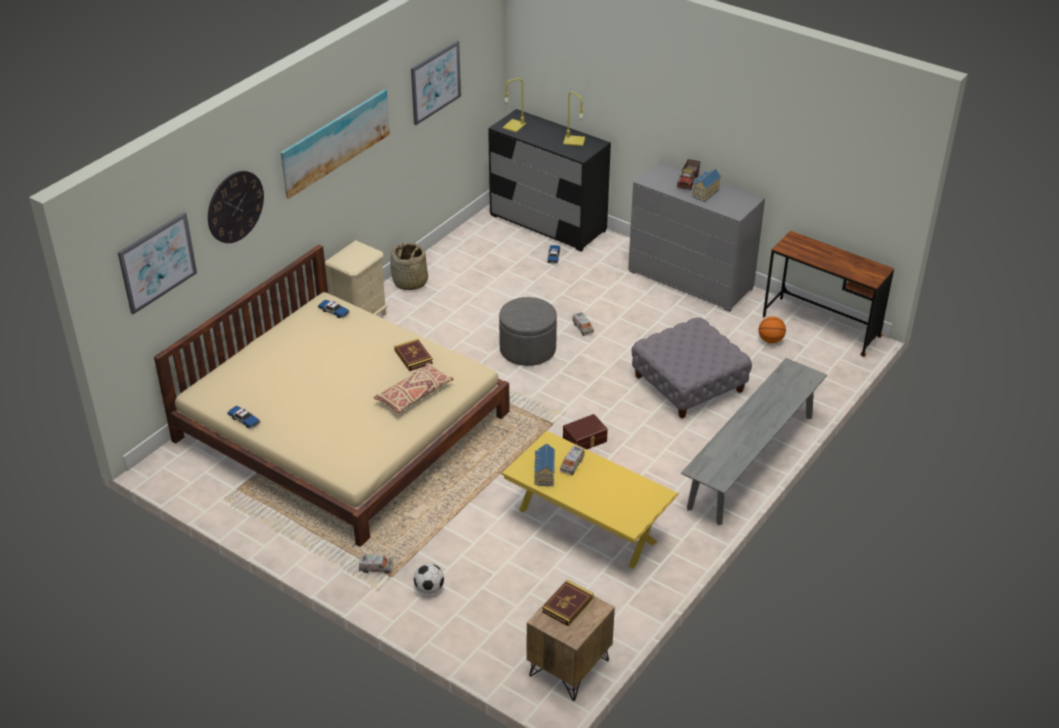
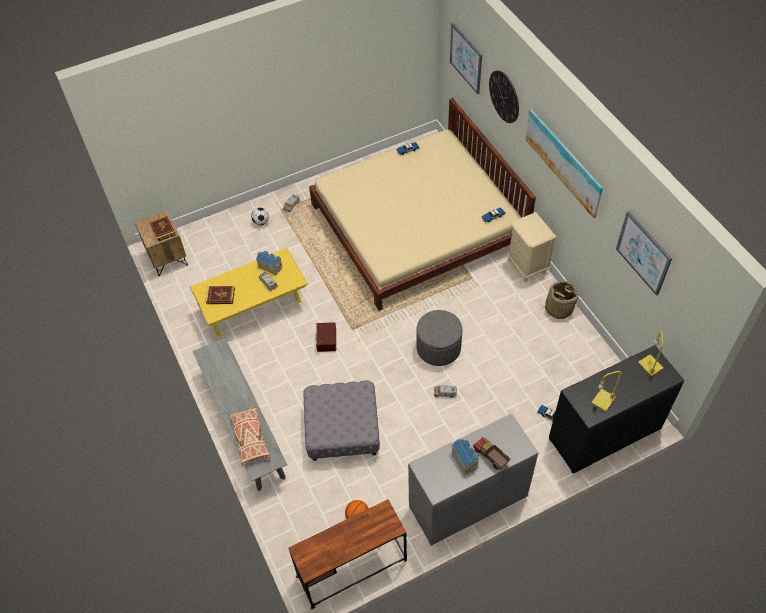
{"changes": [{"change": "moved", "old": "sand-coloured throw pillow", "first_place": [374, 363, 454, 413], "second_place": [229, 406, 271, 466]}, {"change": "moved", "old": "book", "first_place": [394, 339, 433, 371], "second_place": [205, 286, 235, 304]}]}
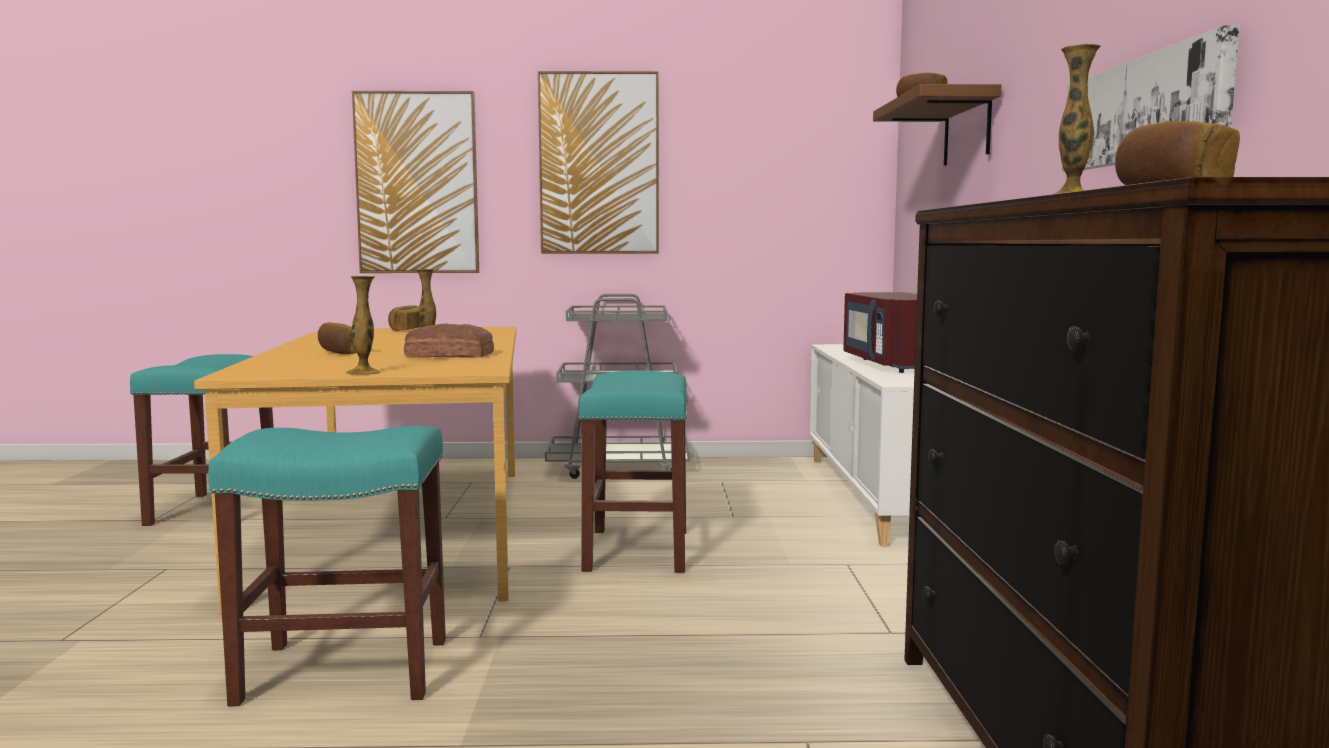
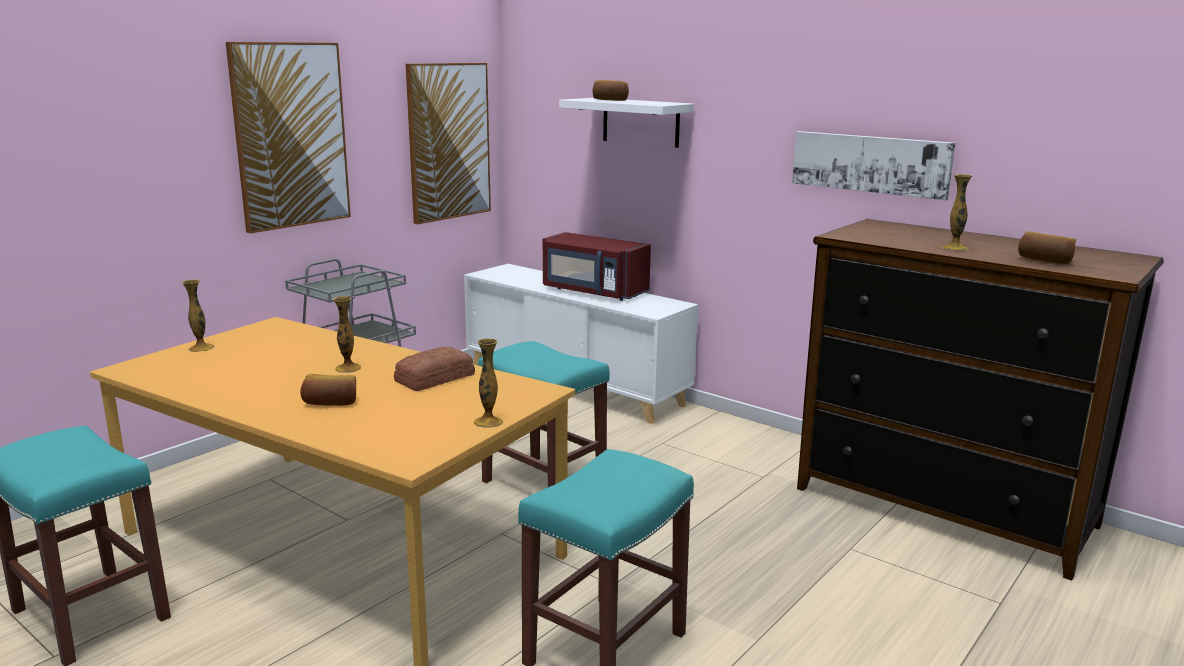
{"changes": [{"change": "moved", "old": "picture", "first_place": [352, 91, 479, 273], "second_place": [406, 63, 491, 224]}, {"change": "replaced", "old": "bread", "new": "decorative vase", "first_place": [388, 306, 423, 331], "second_place": [181, 279, 215, 352]}, {"change": "recoloured", "old": "brown shelf", "new": "white shelf", "first_place": [873, 84, 1001, 166], "second_place": [559, 98, 694, 148]}]}
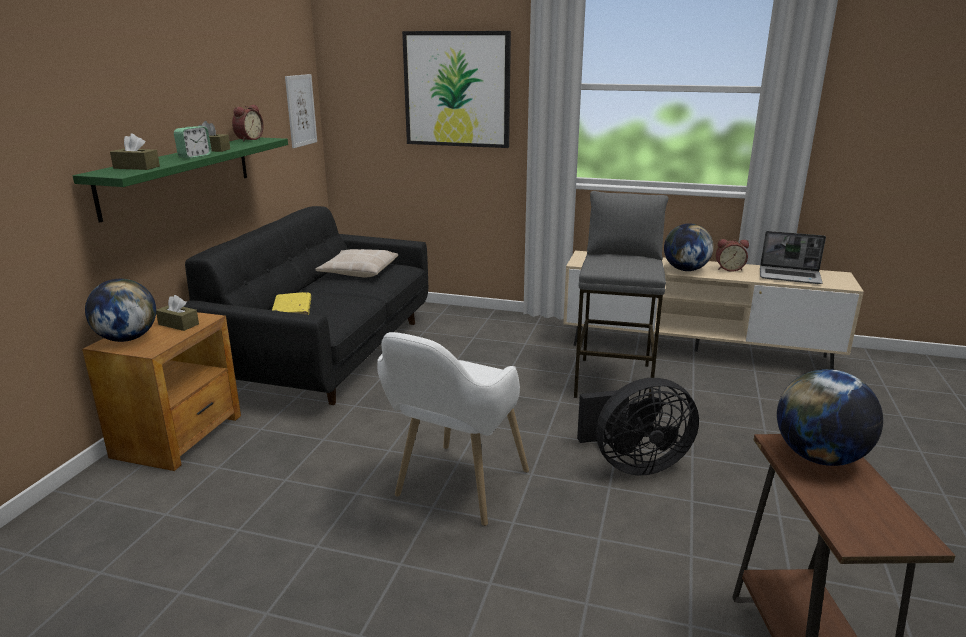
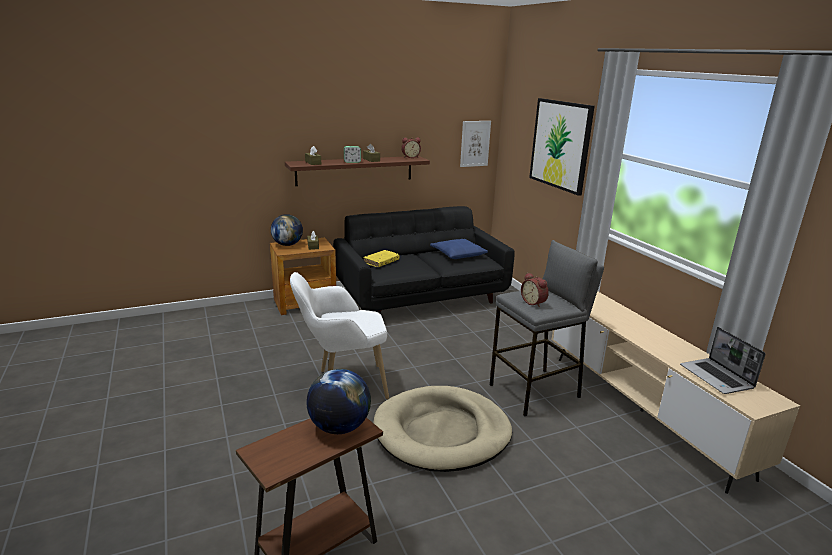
{"changes": [{"change": "recoloured", "old": "green-coloured shelf", "new": "brown shelf", "first_place": [73, 137, 288, 223], "second_place": [285, 156, 430, 186]}, {"change": "recoloured", "old": "sand-coloured throw pillow", "new": "bluish throw pillow", "first_place": [316, 249, 398, 277], "second_place": [430, 239, 488, 259]}, {"change": "replaced", "old": "black-coloured fan", "new": "sand-coloured dog cushion", "first_place": [577, 378, 699, 476], "second_place": [373, 386, 512, 472]}, {"change": "removed", "old": "world globe", "first_place": [664, 224, 714, 271]}, {"change": "moved", "old": "table clock", "first_place": [716, 239, 749, 272], "second_place": [521, 273, 549, 308]}]}
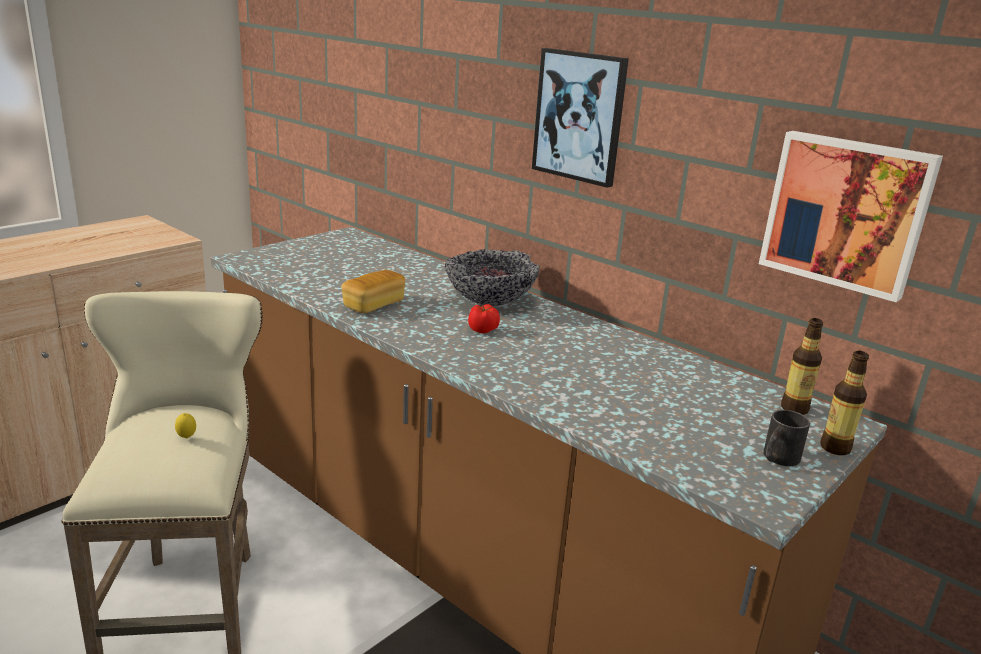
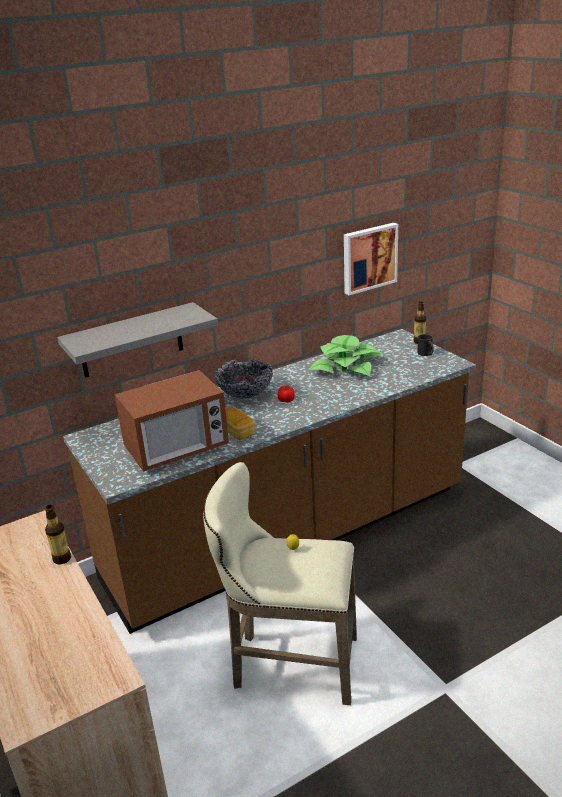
{"changes": [{"change": "removed", "old": "picture", "first_place": [532, 48, 629, 188]}, {"change": "moved", "old": "bottle", "first_place": [781, 318, 824, 415], "second_place": [45, 505, 71, 564]}, {"change": "added", "new": "greyish shelf", "second_place": [57, 302, 218, 378]}, {"change": "added", "new": "microwave oven", "second_place": [115, 370, 229, 472]}, {"change": "added", "new": "plant in a pot", "second_place": [310, 335, 383, 376]}]}
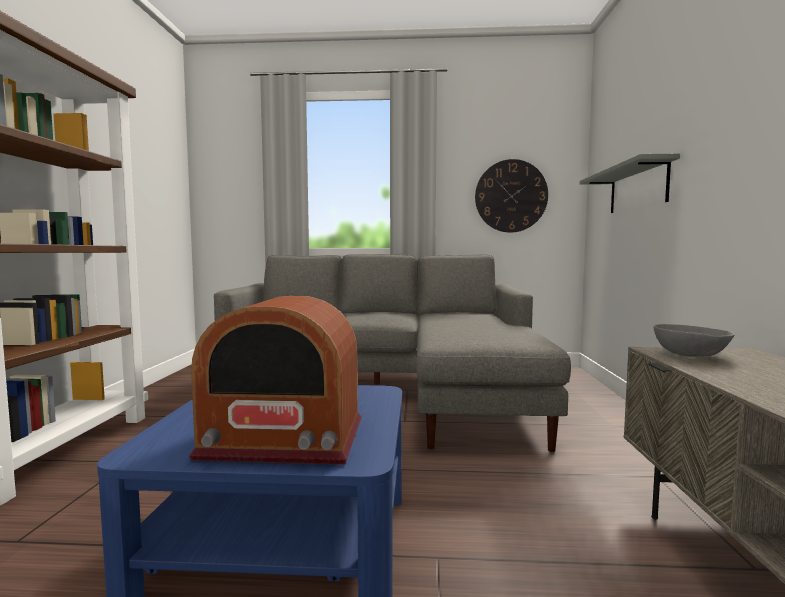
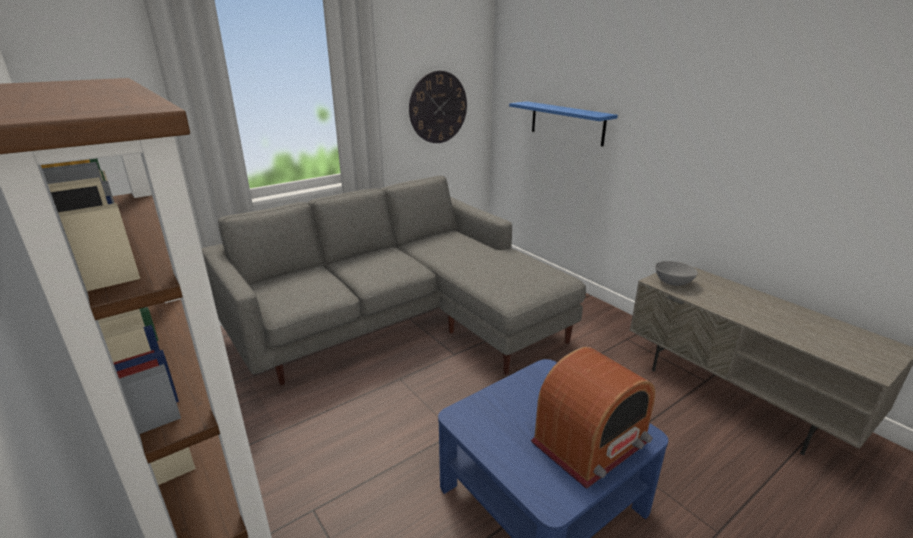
{"changes": [{"change": "recoloured", "old": "greyish shelf", "new": "bluish shelf", "first_place": [579, 154, 680, 213], "second_place": [509, 101, 618, 146]}]}
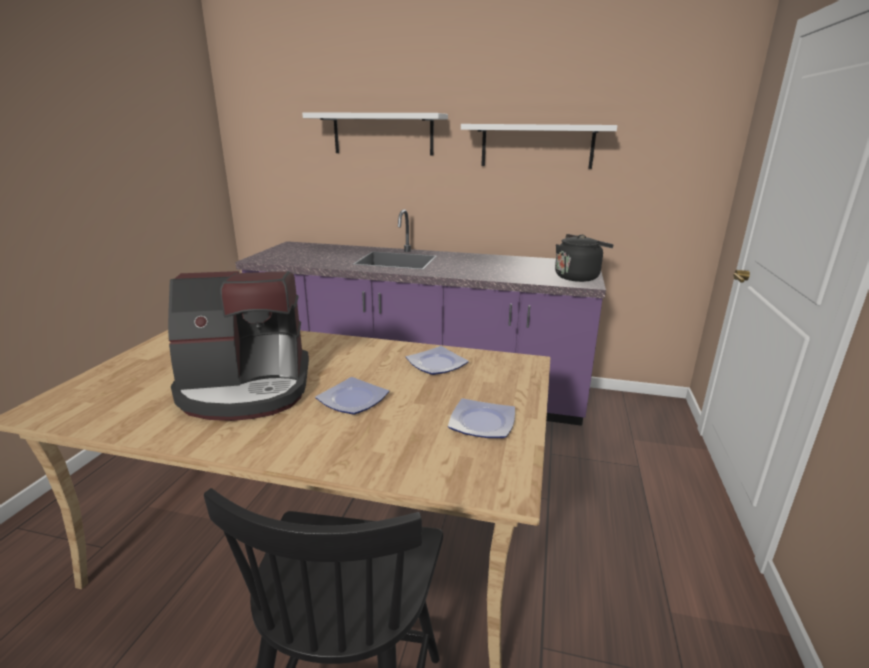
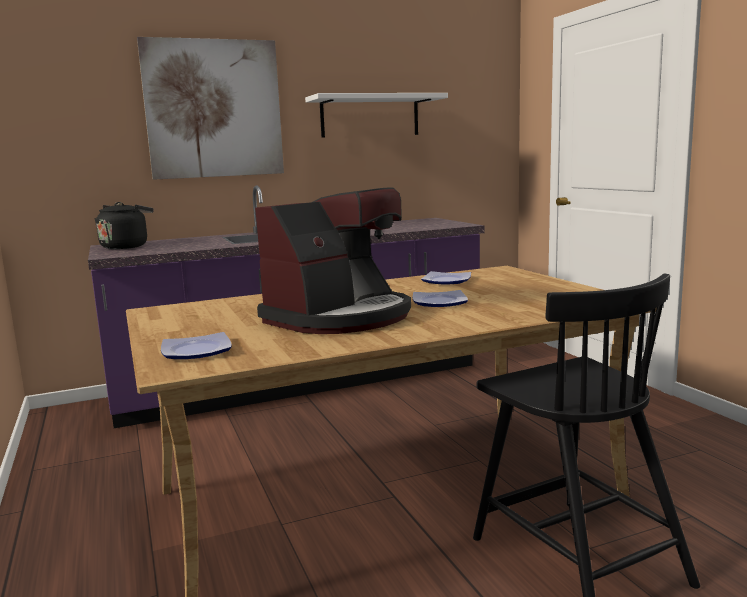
{"changes": [{"change": "replaced", "old": "white shelf", "new": "picture", "first_place": [302, 112, 448, 155], "second_place": [137, 37, 284, 180]}, {"change": "moved", "old": "dinner plate", "first_place": [448, 398, 515, 438], "second_place": [161, 332, 232, 359]}, {"change": "moved", "old": "black-coloured tea kettle", "first_place": [555, 234, 614, 282], "second_place": [94, 202, 154, 249]}]}
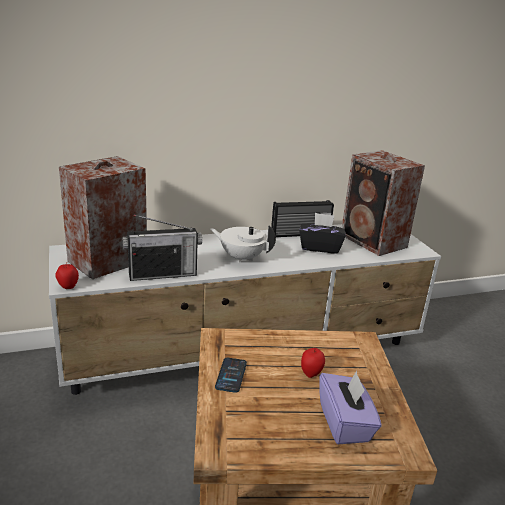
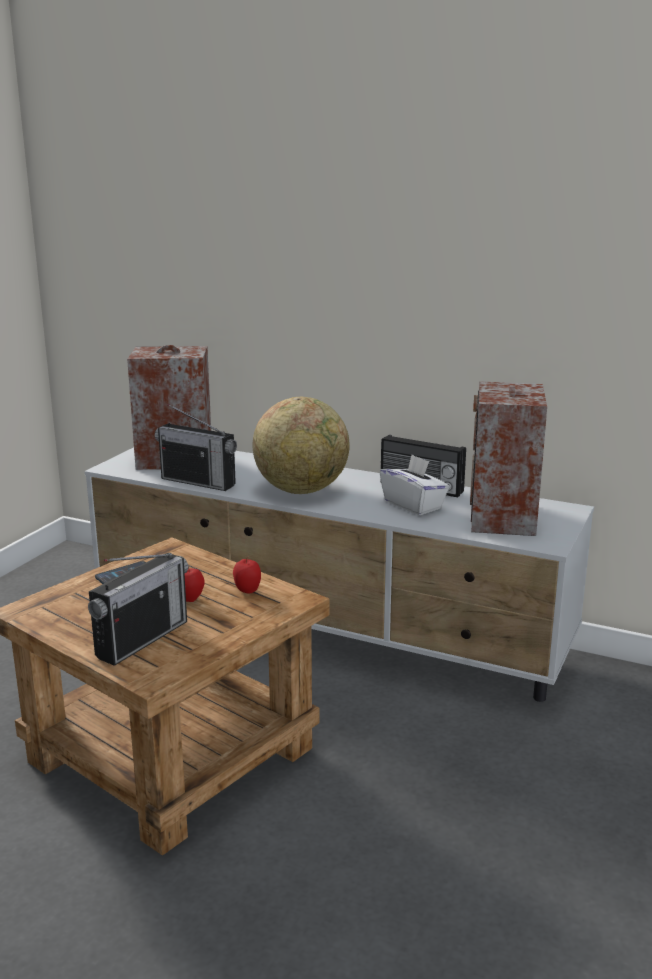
{"changes": [{"change": "moved", "old": "whole apple", "first_place": [55, 262, 79, 289], "second_place": [233, 556, 261, 594]}, {"change": "replaced", "old": "white pot for tea", "new": "world globe", "first_place": [211, 225, 276, 263], "second_place": [253, 397, 349, 494]}, {"change": "recoloured", "old": "black-coloured tissue box", "new": "white tissue box", "first_place": [299, 213, 346, 254], "second_place": [380, 454, 450, 515]}, {"change": "replaced", "old": "purplish tissue box", "new": "radio set", "first_place": [319, 371, 382, 444], "second_place": [88, 553, 188, 666]}]}
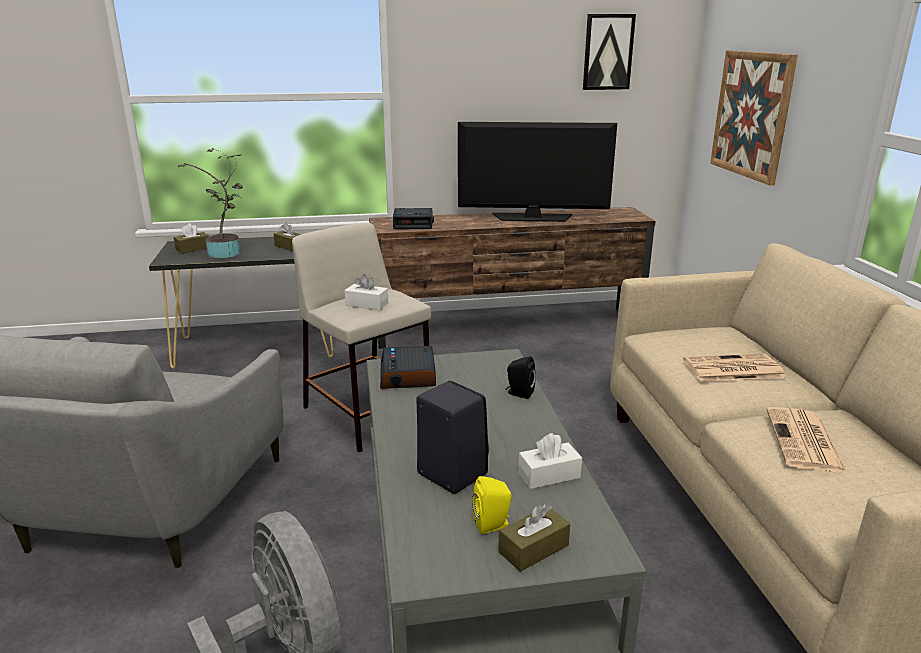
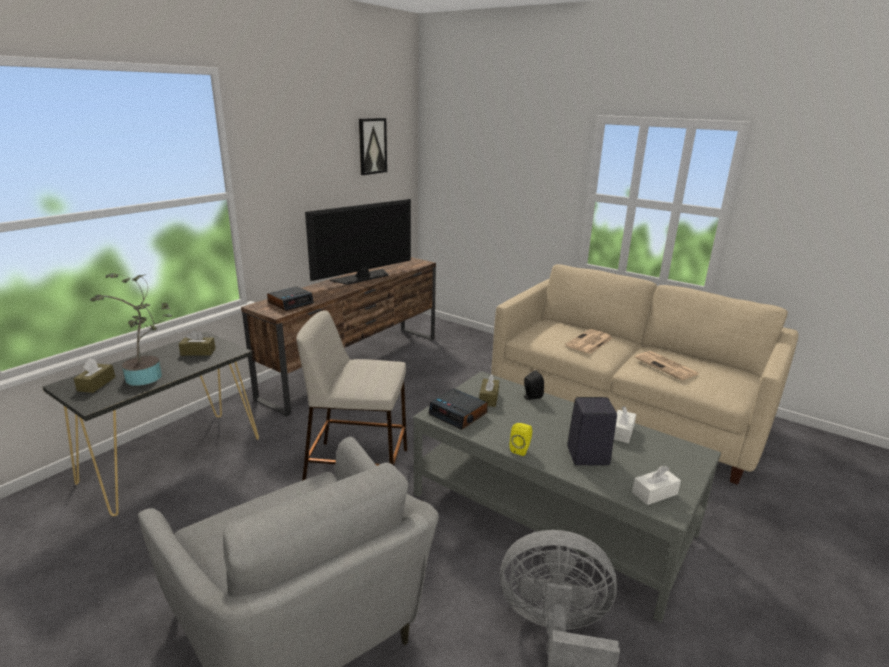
{"changes": [{"change": "moved", "old": "white tissue box", "first_place": [345, 274, 388, 310], "second_place": [632, 466, 681, 505]}, {"change": "moved", "old": "yellow audio speaker", "first_place": [472, 476, 512, 534], "second_place": [510, 423, 532, 456]}, {"change": "moved", "old": "brown tissue box", "first_place": [498, 504, 570, 572], "second_place": [479, 374, 499, 407]}, {"change": "removed", "old": "picture", "first_place": [710, 50, 798, 186]}]}
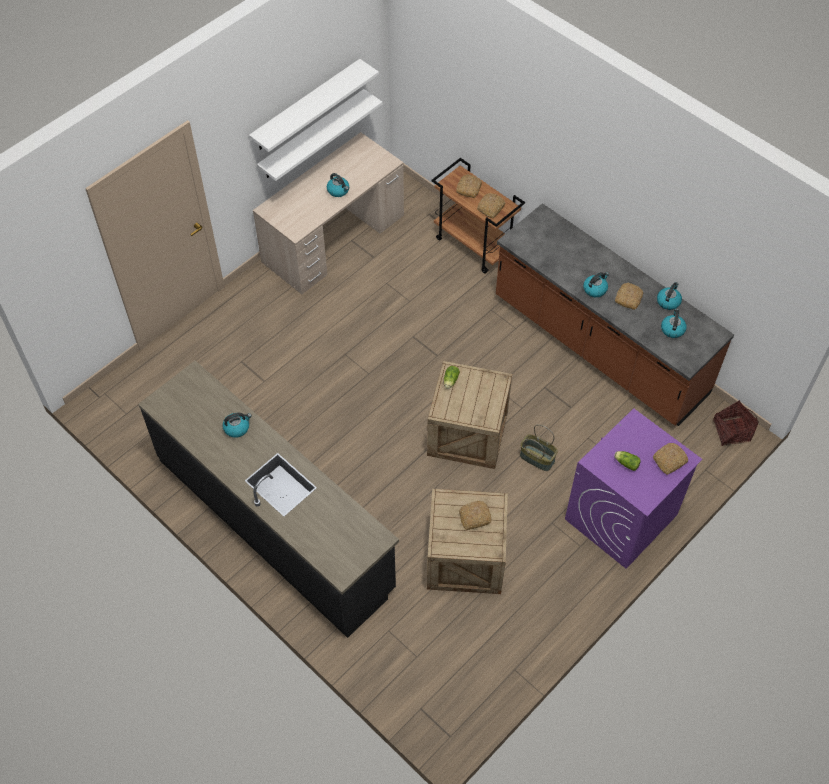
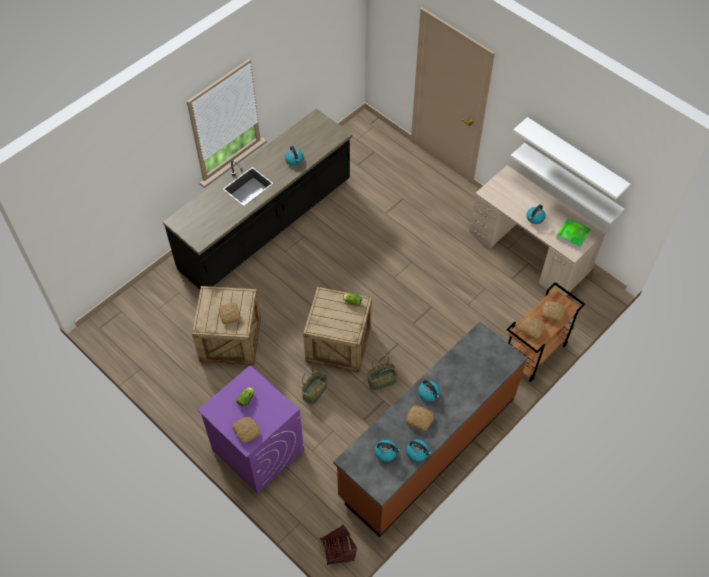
{"changes": [{"change": "added", "new": "storage basket", "second_place": [367, 355, 398, 390]}, {"change": "added", "new": "tray", "second_place": [556, 218, 591, 249]}]}
